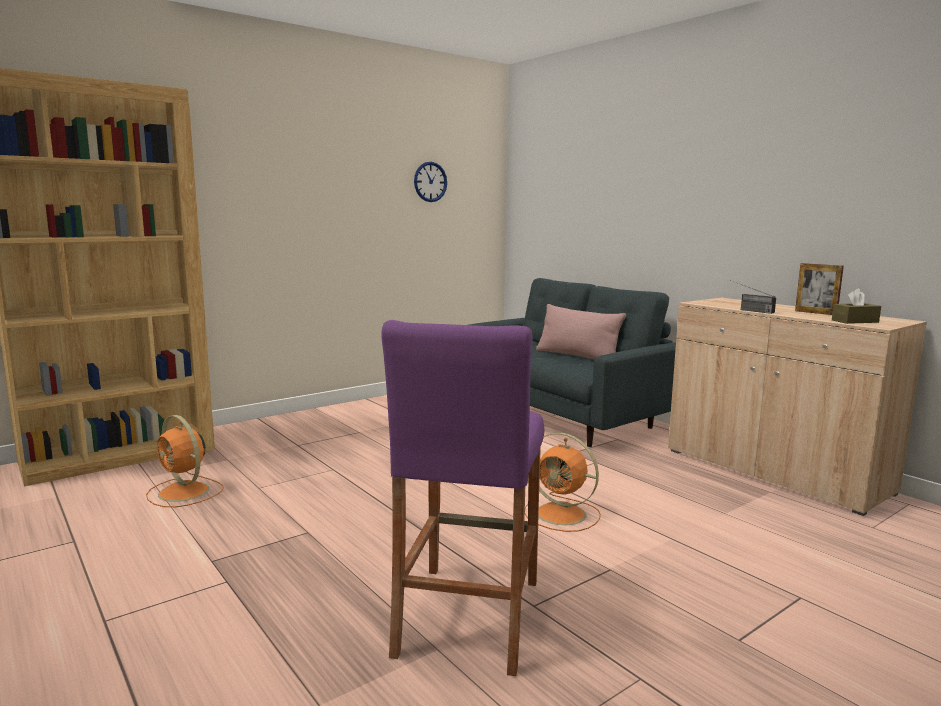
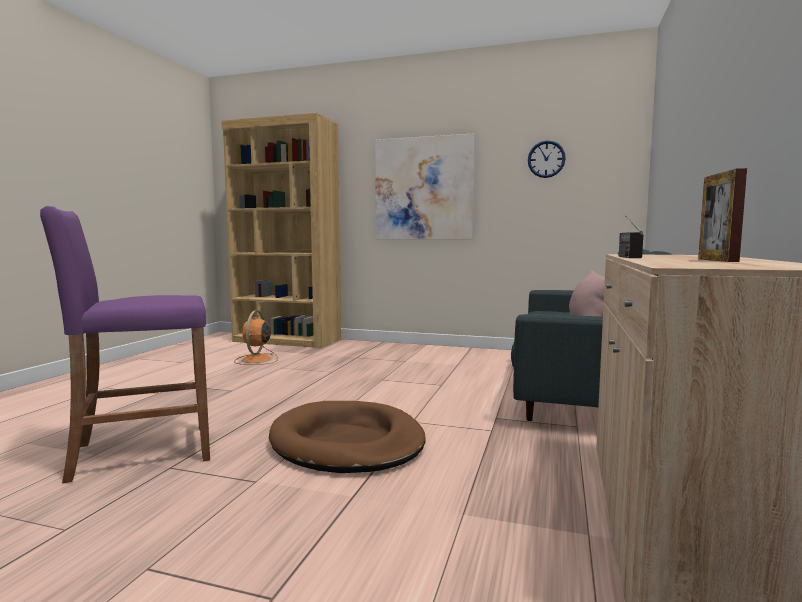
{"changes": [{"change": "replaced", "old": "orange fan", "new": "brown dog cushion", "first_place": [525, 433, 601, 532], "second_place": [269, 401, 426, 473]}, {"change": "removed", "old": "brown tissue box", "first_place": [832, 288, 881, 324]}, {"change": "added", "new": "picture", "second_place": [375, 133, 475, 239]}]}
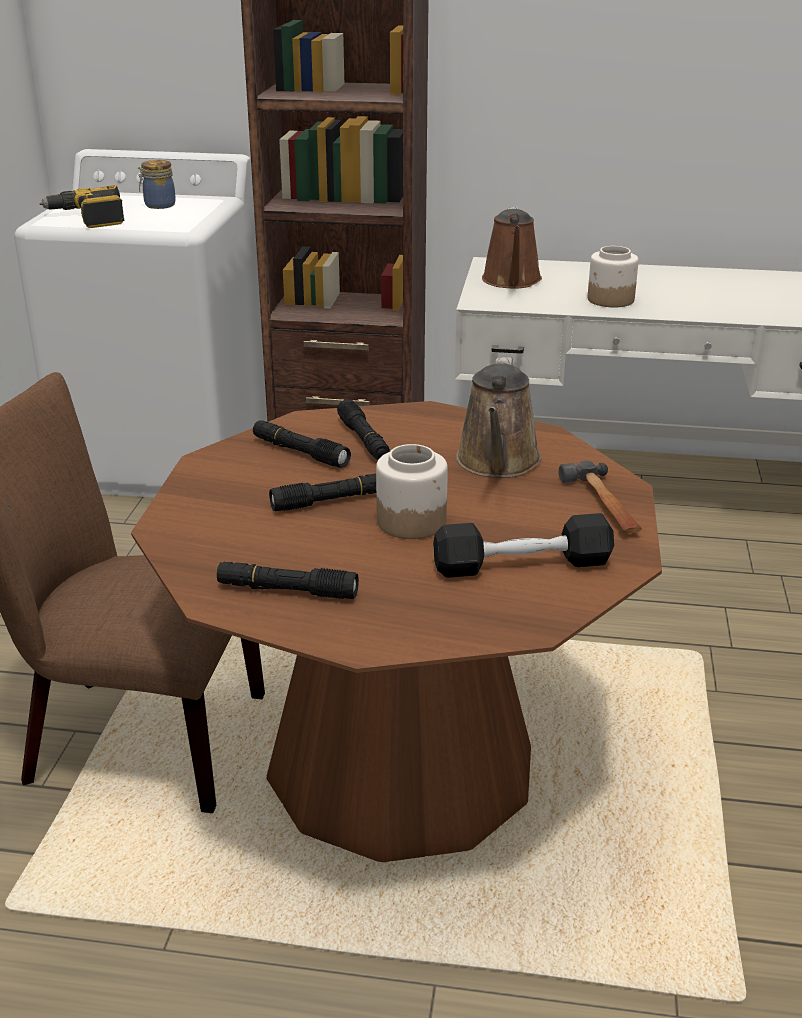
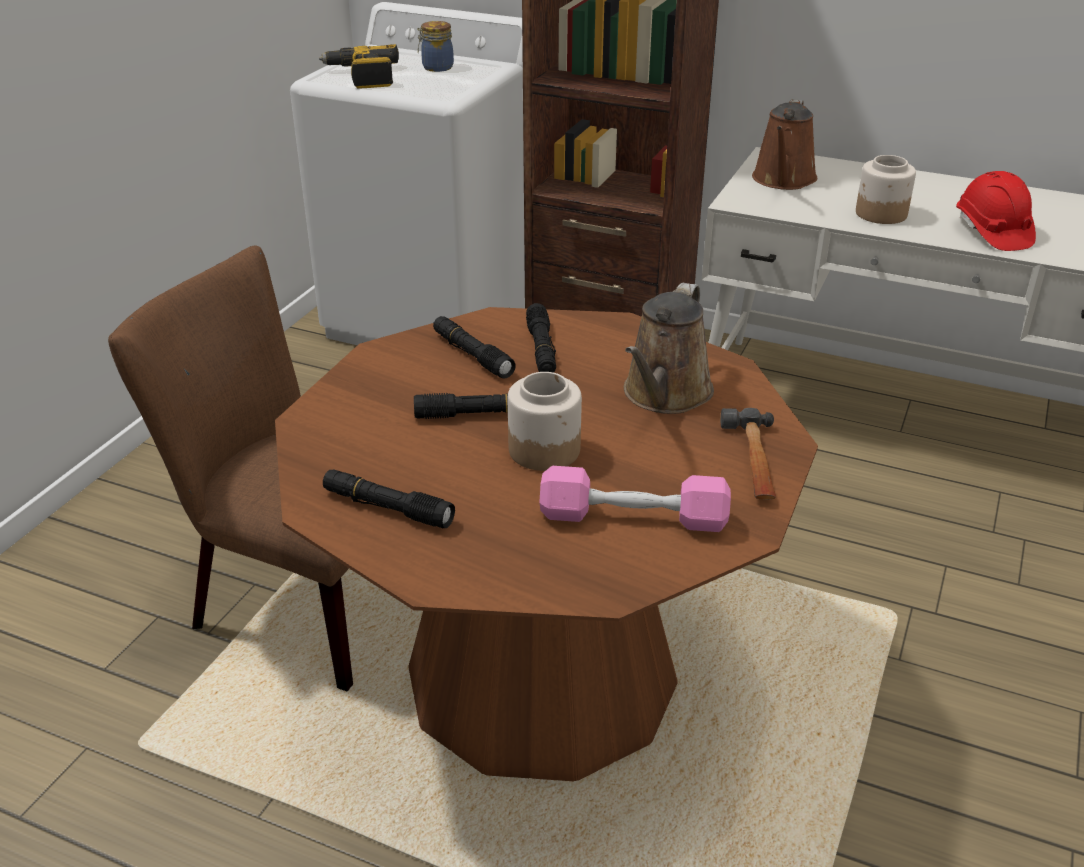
{"changes": [{"change": "recoloured", "old": "black-coloured free weight", "new": "pinkish free weight", "first_place": [433, 513, 614, 578], "second_place": [539, 466, 731, 532]}, {"change": "added", "new": "red-coloured hard hat", "second_place": [956, 171, 1036, 251]}]}
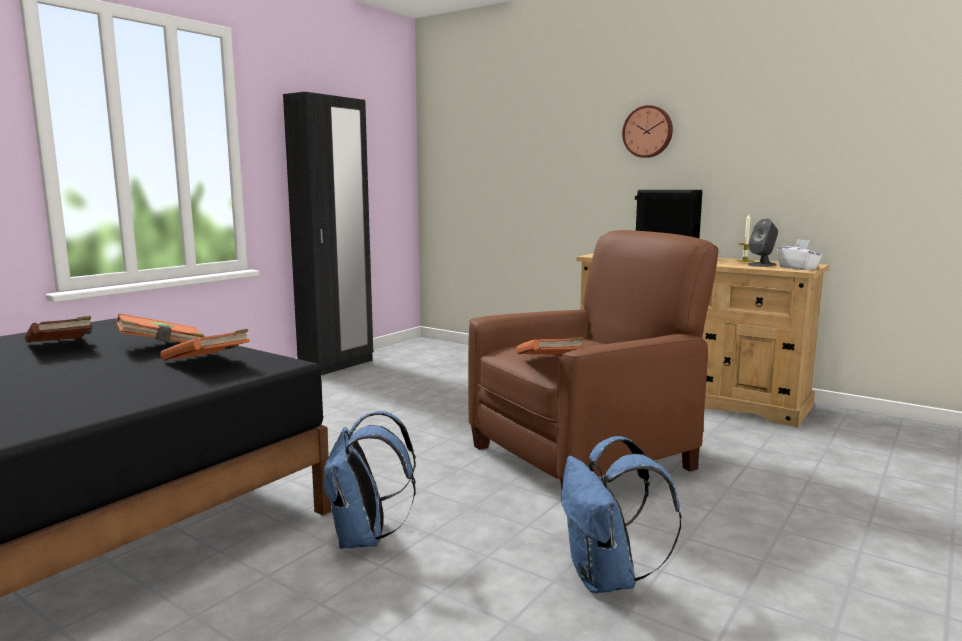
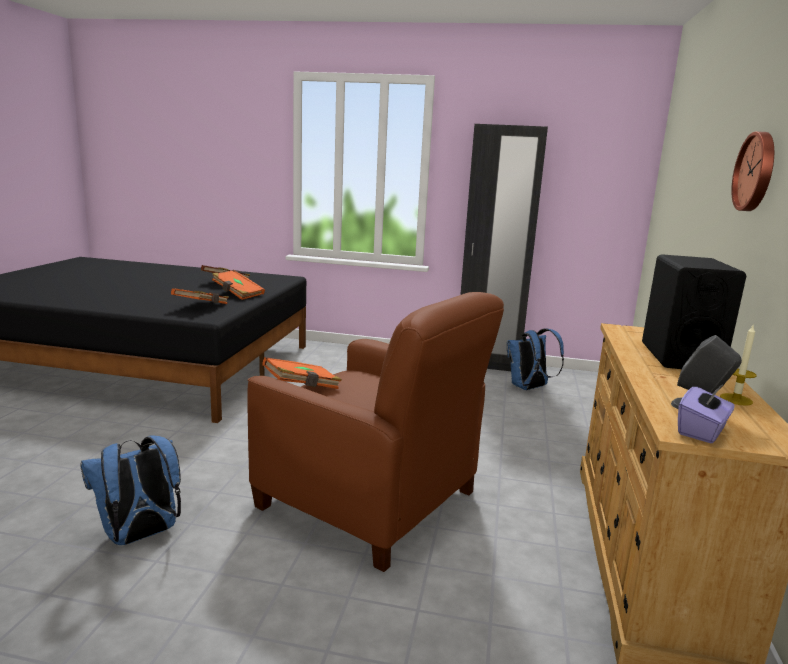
{"changes": [{"change": "moved", "old": "bluish backpack", "first_place": [322, 411, 416, 549], "second_place": [507, 328, 564, 390]}, {"change": "recoloured", "old": "white tissue box", "new": "purplish tissue box", "first_place": [777, 239, 822, 270], "second_place": [678, 384, 735, 443]}]}
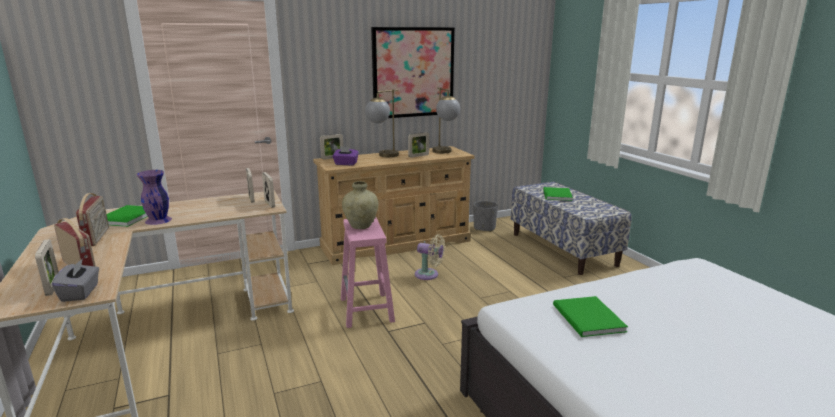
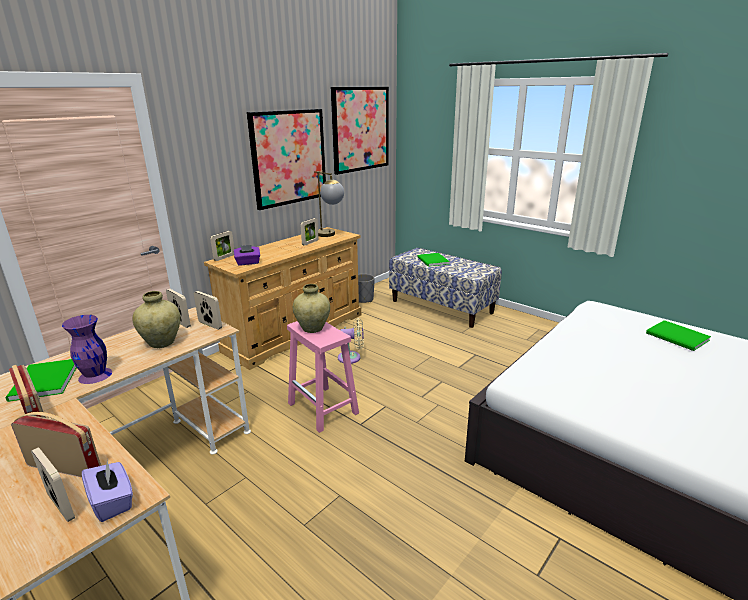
{"changes": [{"change": "recoloured", "old": "greyish tissue box", "new": "purplish tissue box", "first_place": [52, 258, 99, 302], "second_place": [82, 459, 133, 522]}, {"change": "removed", "old": "lamp for a table", "first_place": [365, 89, 399, 157]}, {"change": "moved", "old": "green-coloured book", "first_place": [553, 296, 628, 337], "second_place": [646, 320, 711, 351]}, {"change": "added", "new": "sand-coloured decorative vase", "second_place": [132, 291, 180, 348]}, {"change": "added", "new": "picture", "second_place": [331, 87, 389, 175]}]}
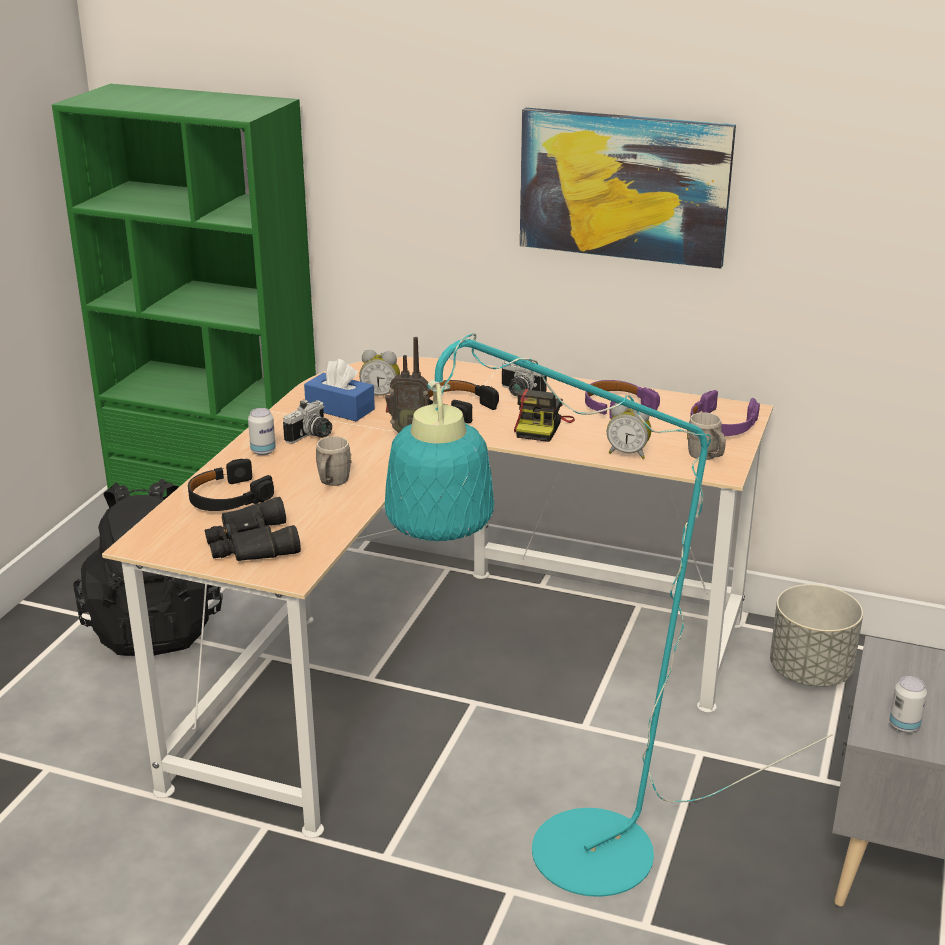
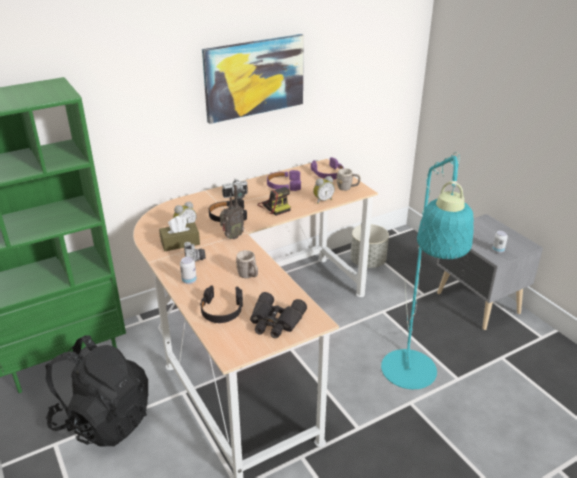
{"changes": [{"change": "recoloured", "old": "bluish tissue box", "new": "brown tissue box", "first_place": [304, 359, 375, 422], "second_place": [159, 216, 200, 251]}]}
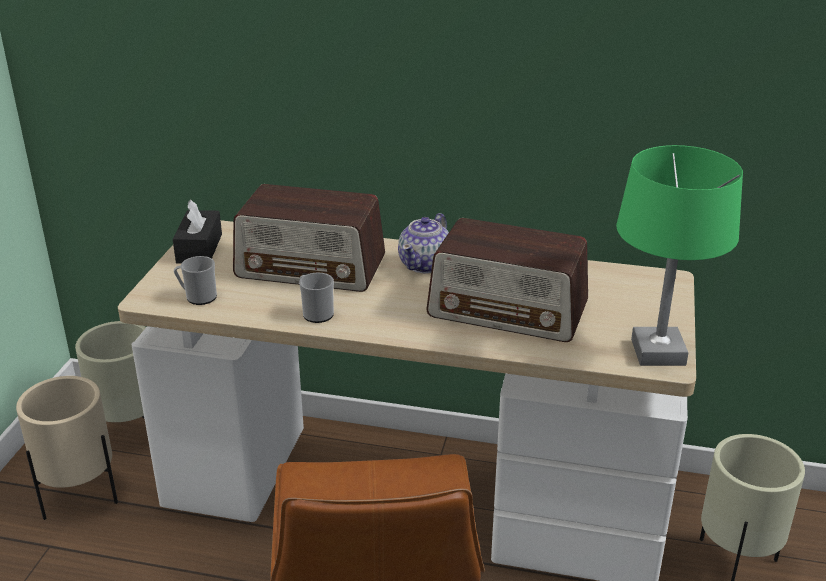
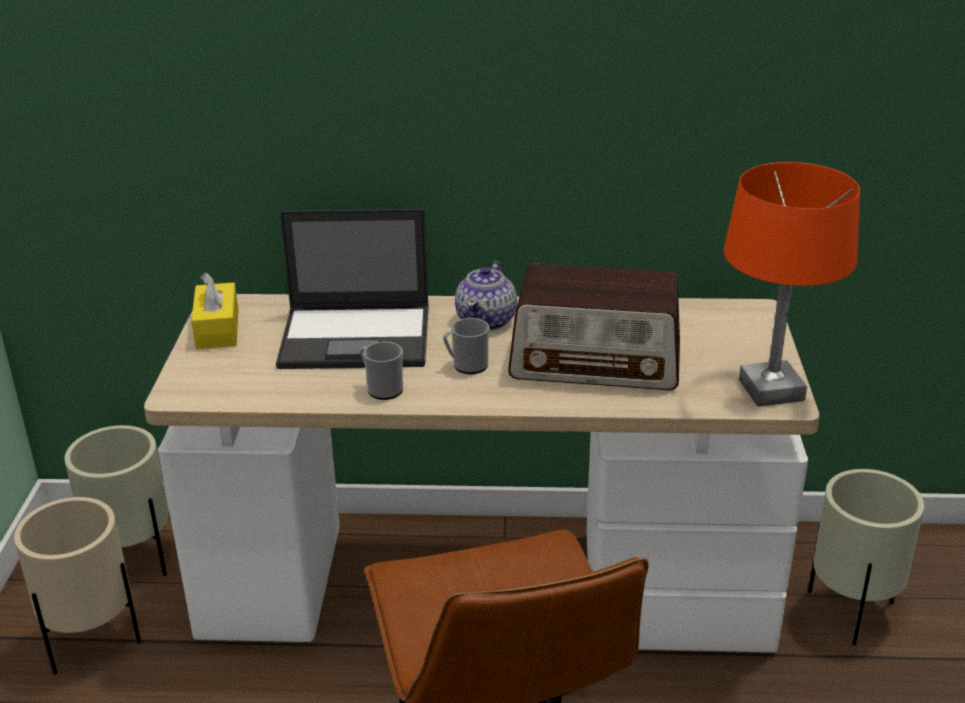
{"changes": [{"change": "recoloured", "old": "black-coloured tissue box", "new": "yellow tissue box", "first_place": [173, 200, 222, 264], "second_place": [191, 272, 238, 349]}, {"change": "moved", "old": "tea mug", "first_place": [174, 256, 217, 305], "second_place": [443, 318, 490, 374]}, {"change": "replaced", "old": "radio set", "new": "laptop", "first_place": [233, 184, 385, 292], "second_place": [276, 209, 429, 369]}, {"change": "recoloured", "old": "green-coloured lamp for a table", "new": "orange lamp for a table", "first_place": [616, 145, 743, 366], "second_place": [723, 162, 860, 407]}]}
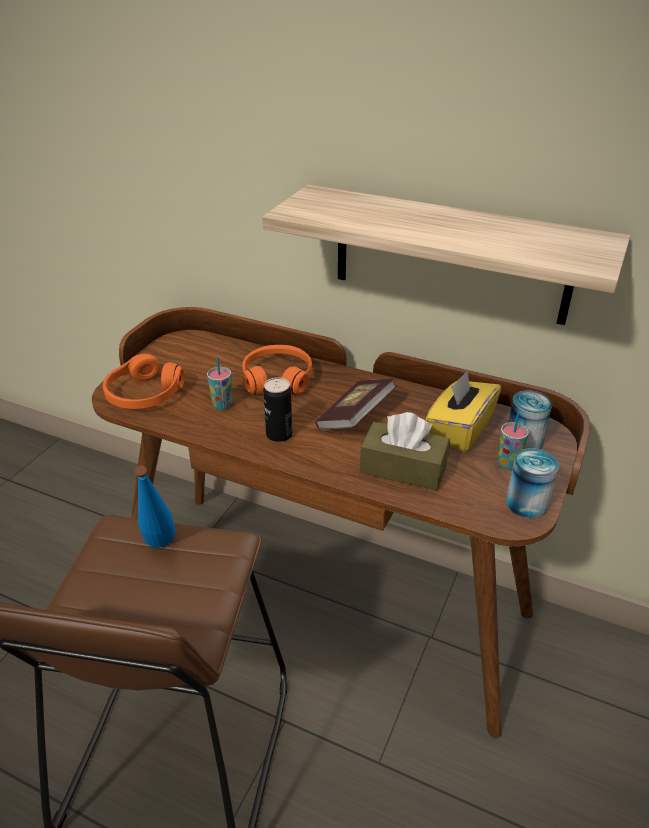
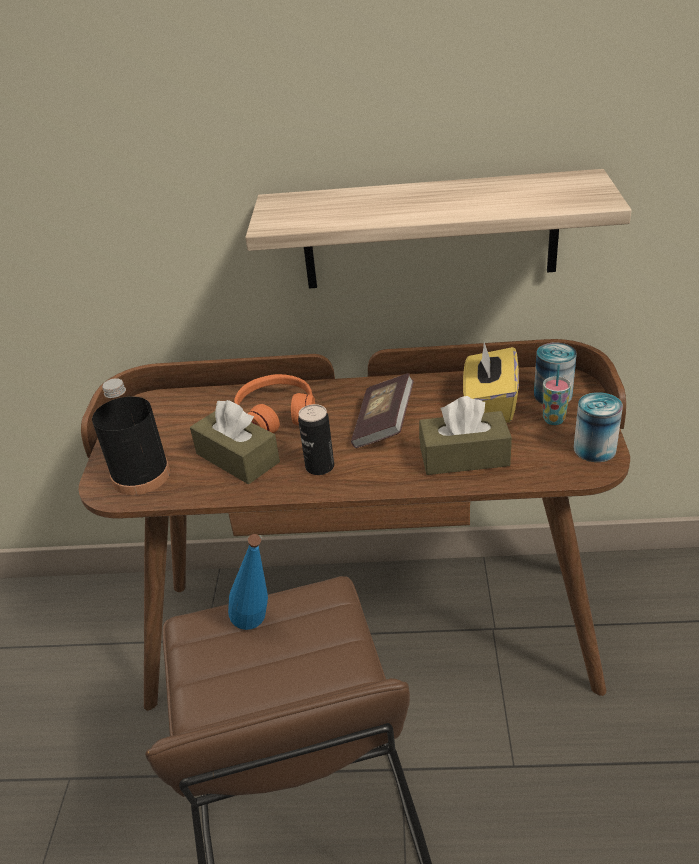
{"changes": [{"change": "replaced", "old": "orange headset", "new": "black-coloured bottle", "first_place": [103, 354, 184, 409], "second_place": [92, 378, 170, 495]}, {"change": "replaced", "old": "small cup", "new": "brown tissue box", "first_place": [207, 356, 232, 410], "second_place": [190, 400, 280, 484]}]}
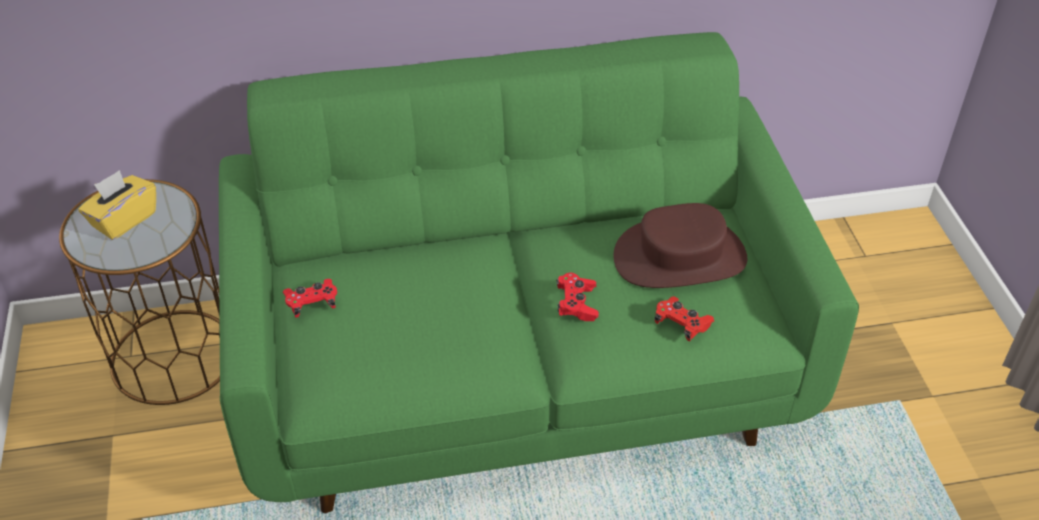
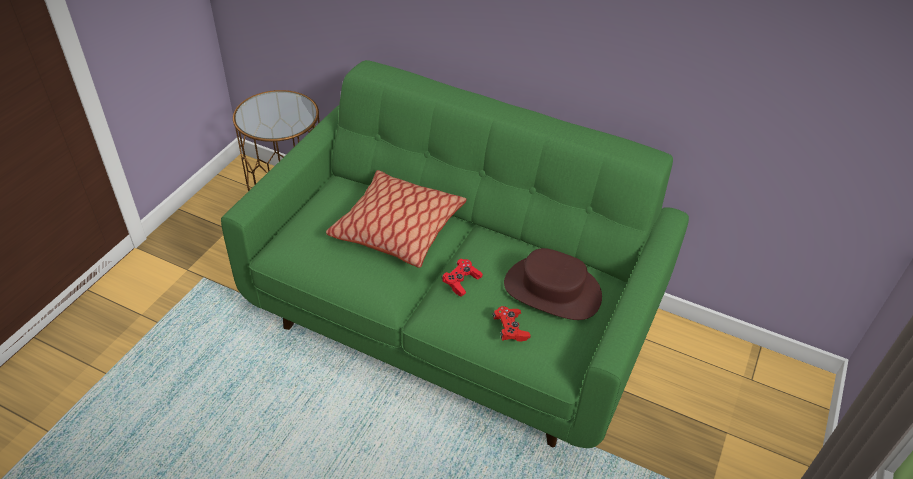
{"changes": [{"change": "removed", "old": "yellow tissue box", "first_place": [78, 170, 156, 240]}, {"change": "removed", "old": "red-coloured joypad", "first_place": [283, 279, 337, 318]}, {"change": "added", "new": "throw pillow", "second_place": [326, 170, 467, 268]}]}
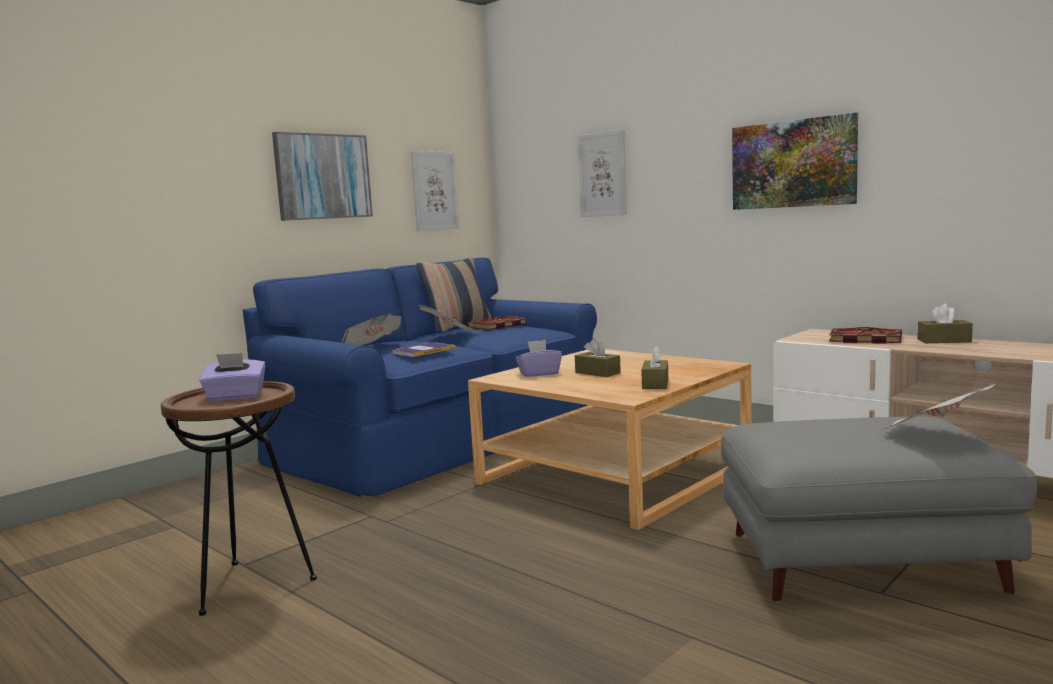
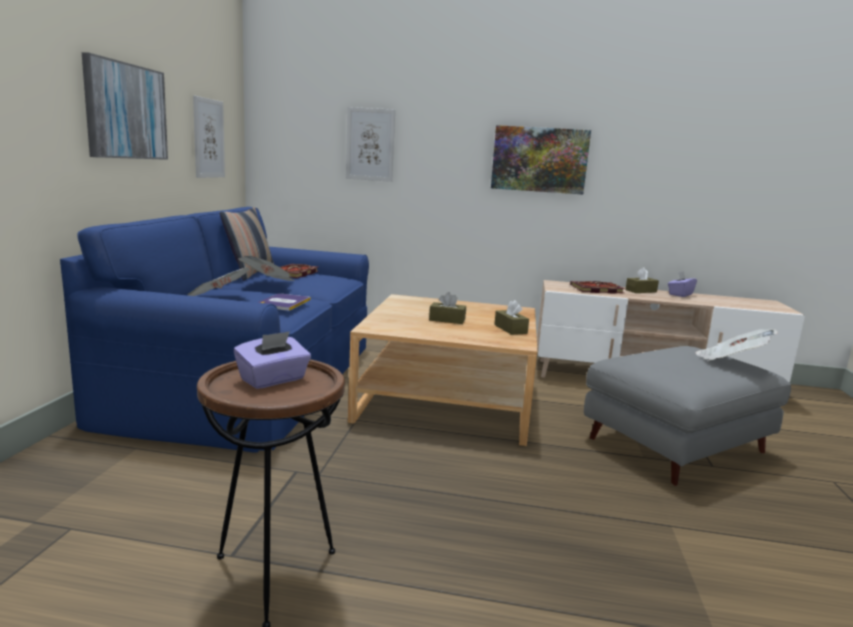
{"changes": [{"change": "moved", "old": "purplish tissue box", "first_place": [516, 340, 562, 377], "second_place": [668, 271, 697, 297]}]}
